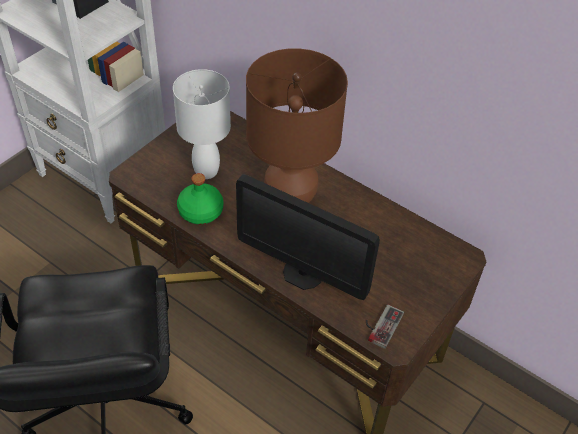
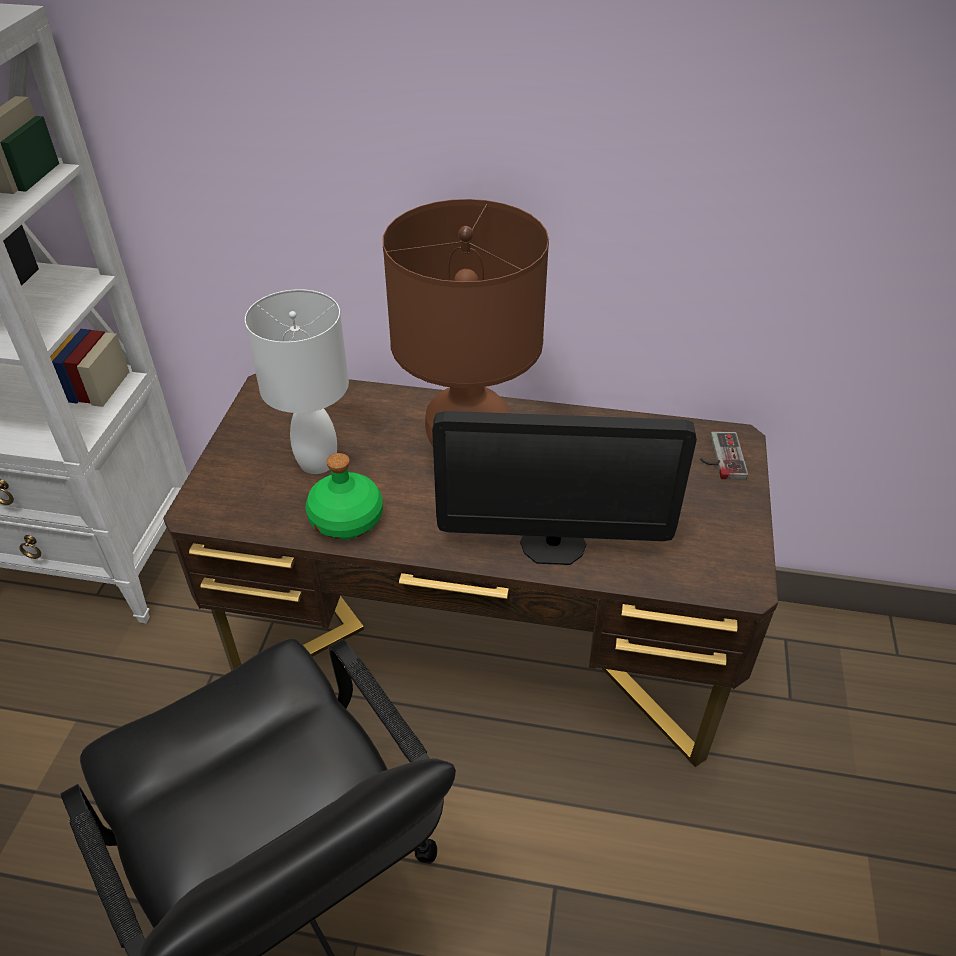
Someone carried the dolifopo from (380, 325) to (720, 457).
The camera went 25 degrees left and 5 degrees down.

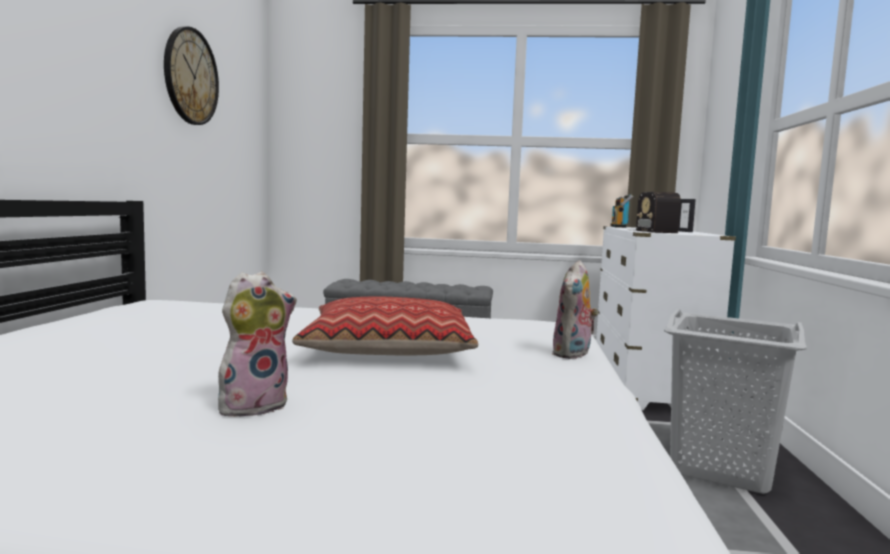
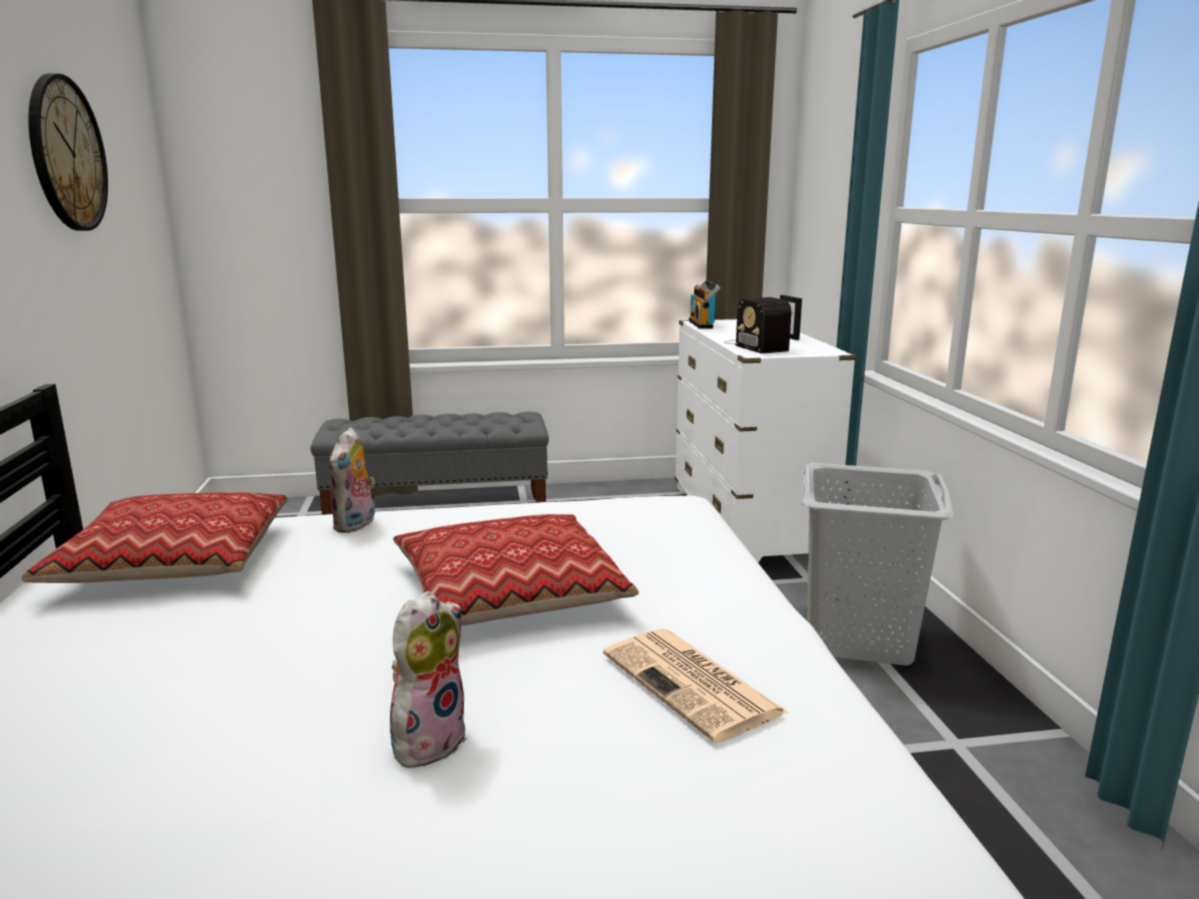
Someone carried the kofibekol from (573, 354) to (356, 525).
Someone put down the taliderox at (174, 560).
Someone put down the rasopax at (693, 684).
The camera went 15 degrees left and 10 degrees up.

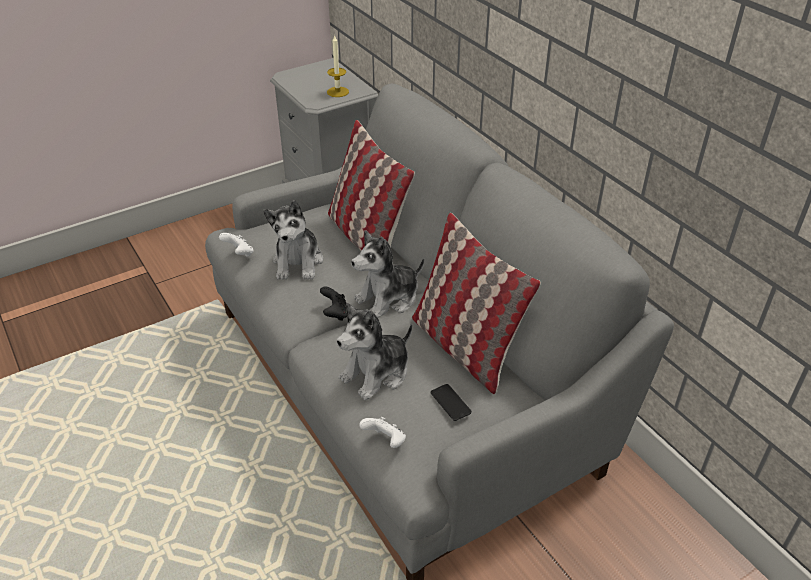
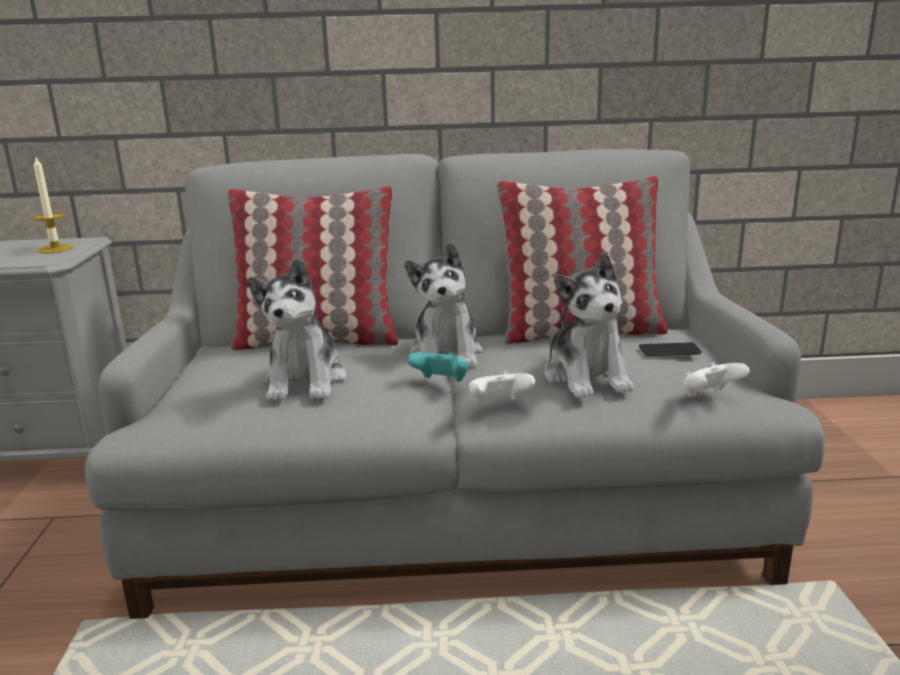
Someone rotated the kofibekol at (298, 262) by 60 degrees clockwise.
Someone carried the dolifopo (white) from (239, 253) to (499, 406).
Someone repainted the dolifopo (black) at (335, 313), which became the dolifopo (turquoise) at (441, 383).
The camera went 60 degrees left and 20 degrees down.

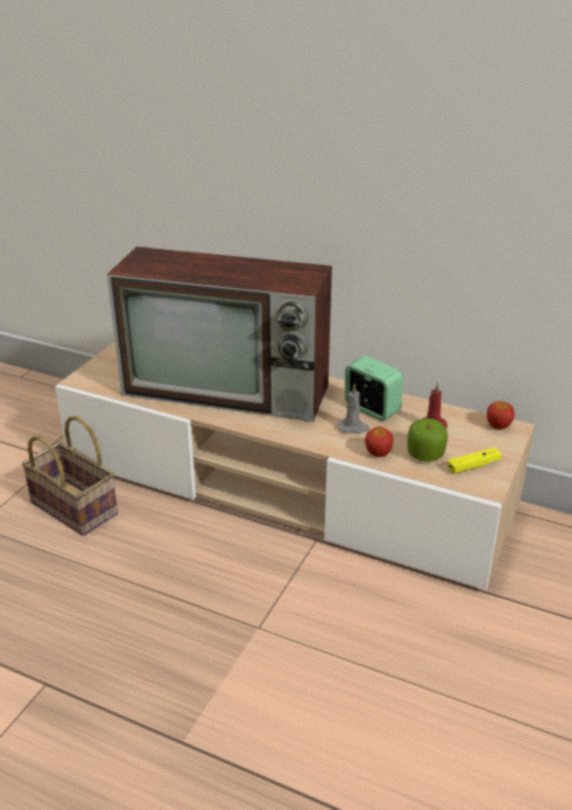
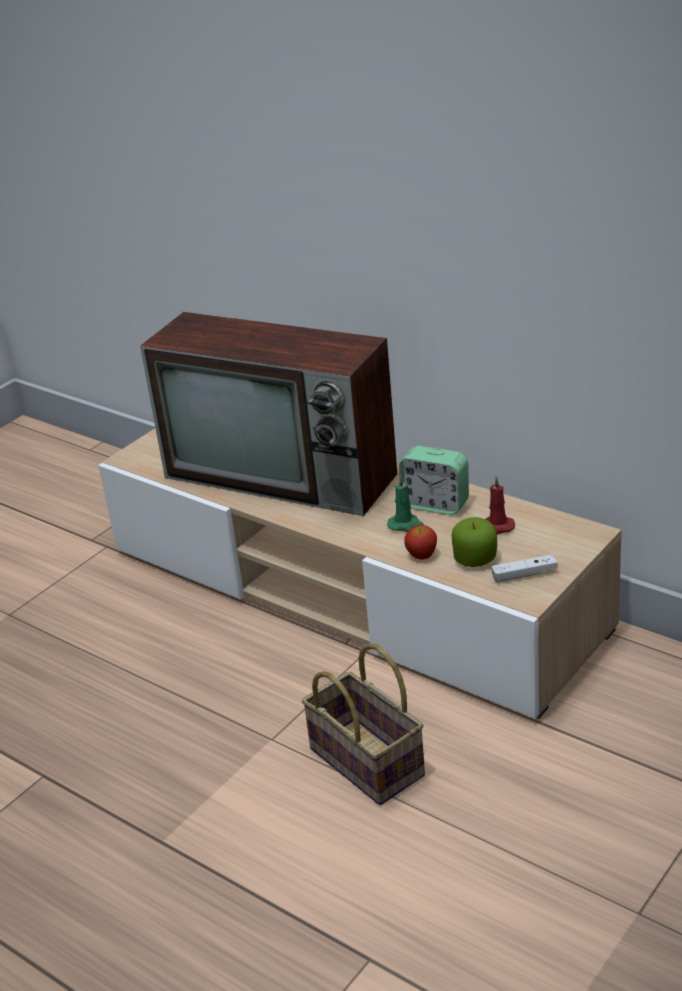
Someone rotated the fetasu at (371, 409) by 150 degrees clockwise.
Someone repainted the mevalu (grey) at (353, 428), which became the mevalu (green) at (406, 525).
Someone took away the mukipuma at (498, 426).
Someone carried the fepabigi from (77, 508) to (370, 762).
Someone repainted the dolifopo (yellow) at (473, 466), which became the dolifopo (white) at (524, 574).
The camera went 15 degrees right and 0 degrees up.

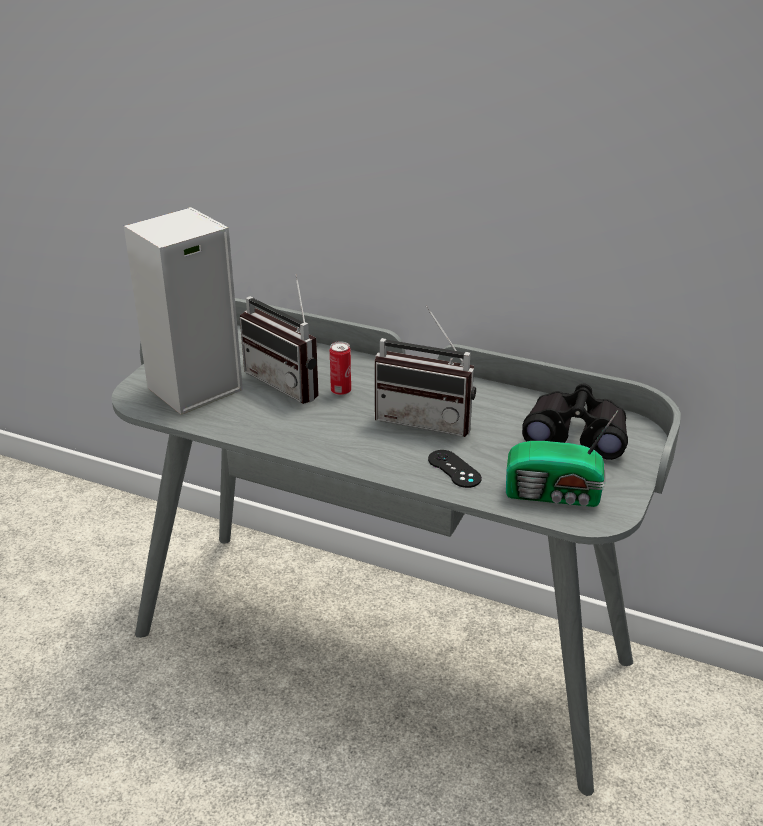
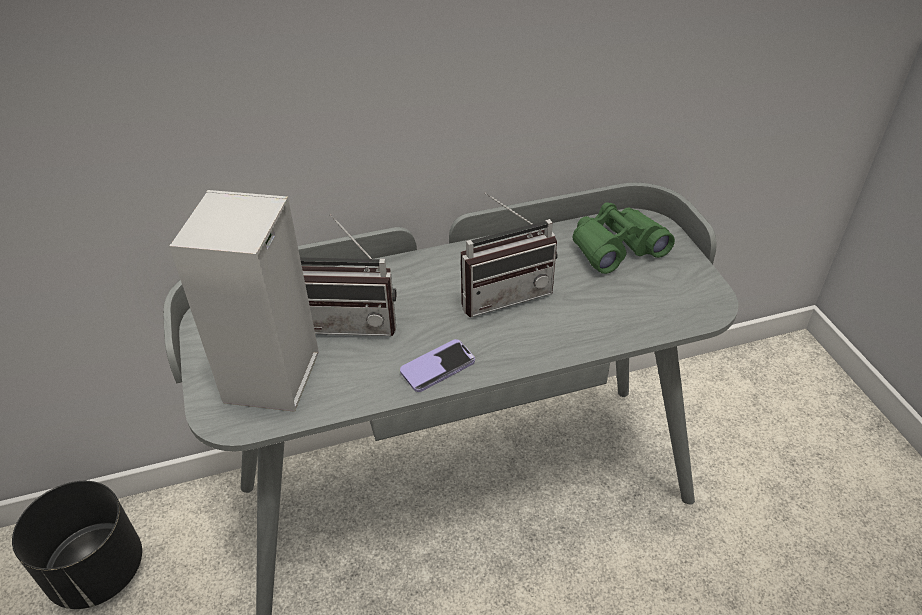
Someone took away the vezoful at (341, 391).
Someone repainted the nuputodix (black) at (576, 434), which became the nuputodix (green) at (616, 247).
Someone took away the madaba at (555, 495).
Someone took away the dolifopo (black) at (454, 469).
Someone put down the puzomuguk at (438, 367).
Someone put down the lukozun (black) at (97, 571).
The camera went 40 degrees left and 10 degrees up.

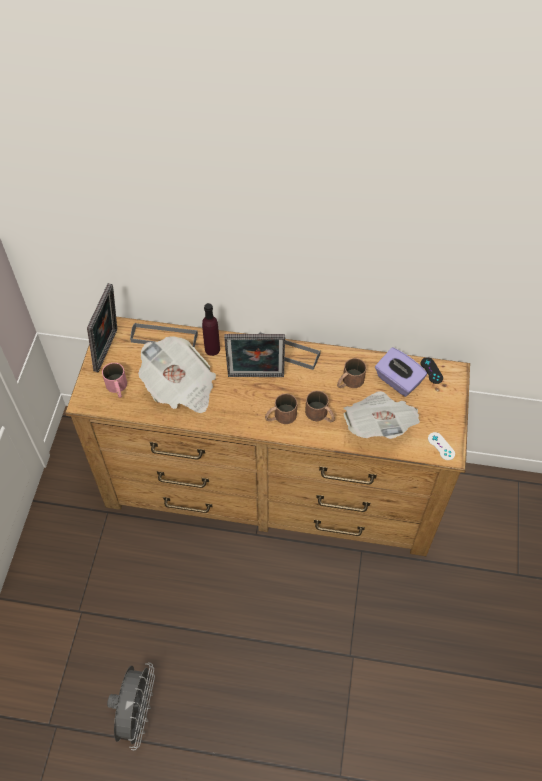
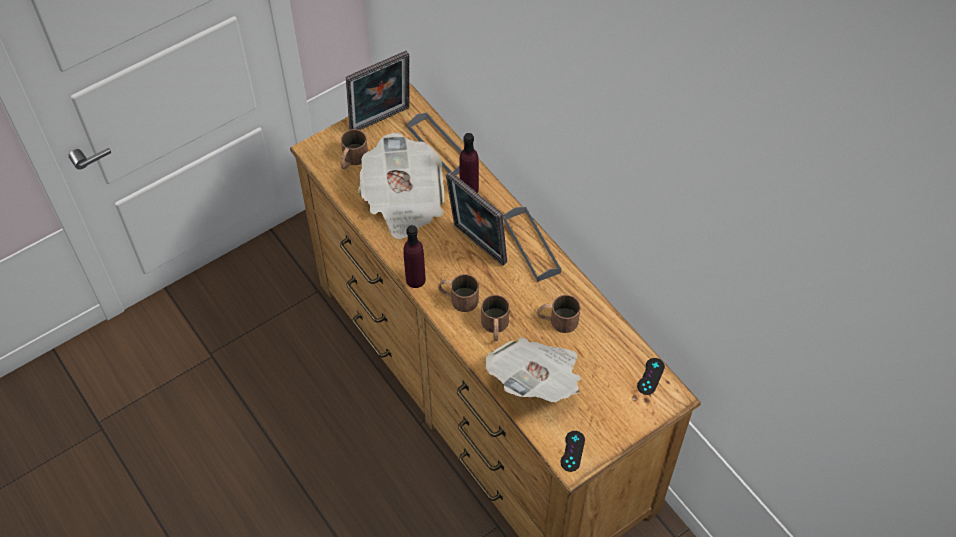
Someone took away the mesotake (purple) at (398, 381).
Someone repainted the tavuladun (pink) at (117, 388), which became the tavuladun (brown) at (352, 160).
Someone repainted the dolifopo (white) at (441, 446), which became the dolifopo (black) at (572, 451).
Someone took away the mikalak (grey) at (137, 712).
Someone put down the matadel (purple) at (415, 279).
The camera went 45 degrees right and 0 degrees up.

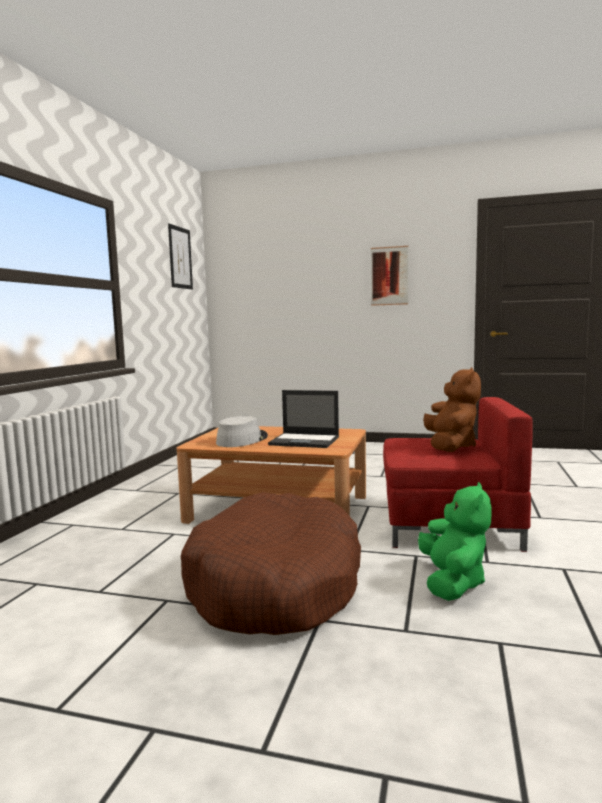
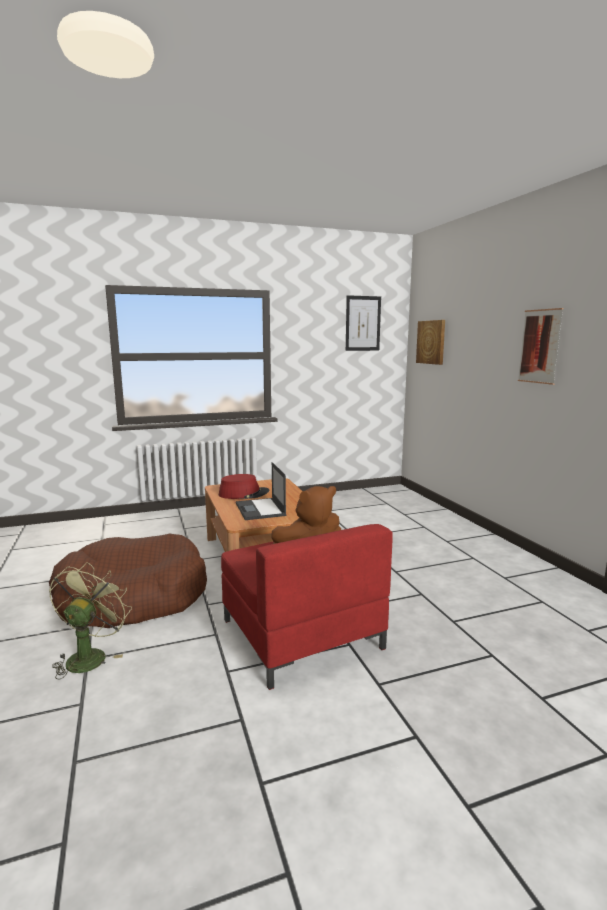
Someone repainted the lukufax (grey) at (242, 440), which became the lukufax (red) at (244, 493).
Someone took away the kofibekol (green) at (452, 582).
Someone put up the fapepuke at (431, 342).
Someone put down the mikalak (green) at (89, 656).
The camera went 55 degrees right and 5 degrees up.

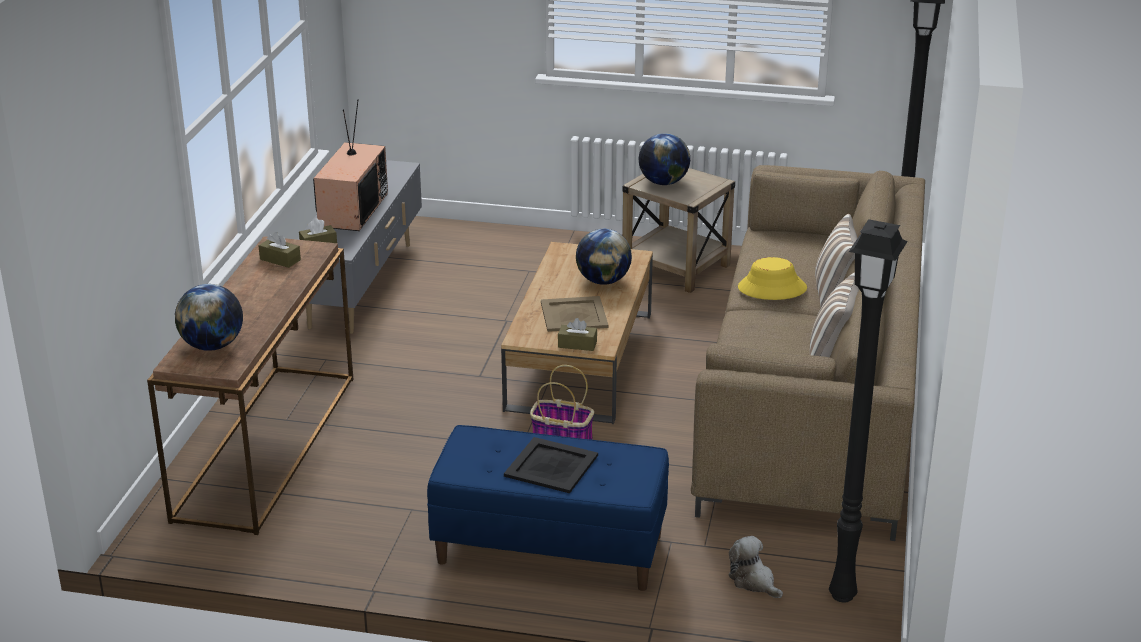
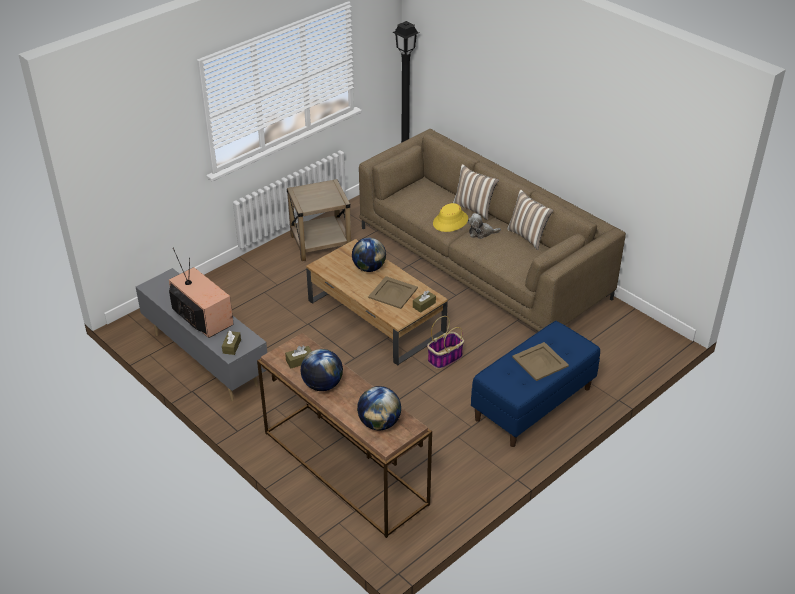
Someone carried the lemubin from (663, 182) to (322, 385).
Someone took away the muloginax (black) at (840, 596).
Someone repainted the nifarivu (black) at (550, 466), which became the nifarivu (beige) at (540, 362).
Someone carried the kofibekol from (753, 581) to (481, 233).
The camera went 55 degrees left and 10 degrees up.

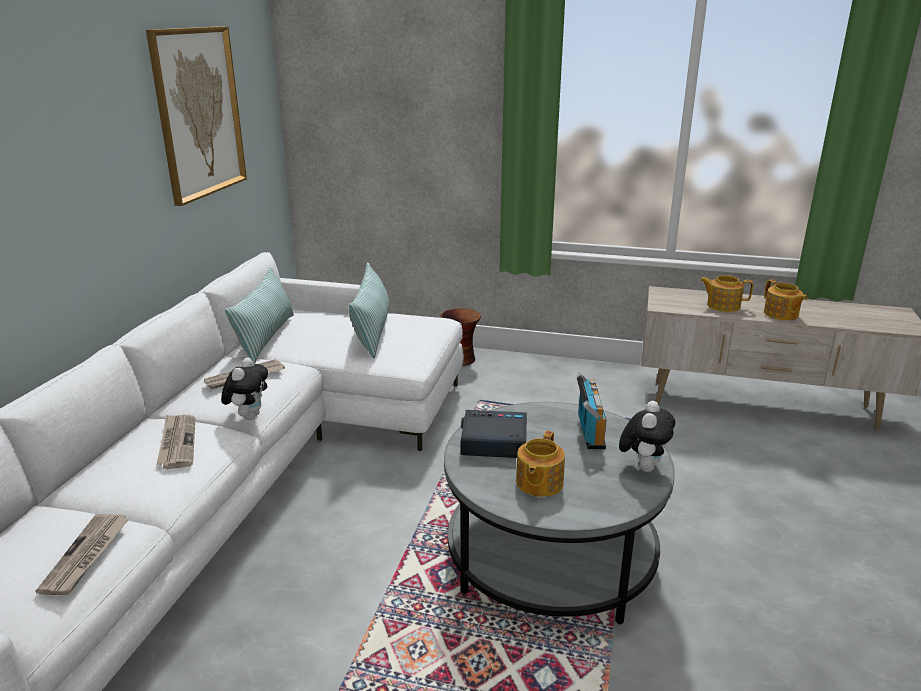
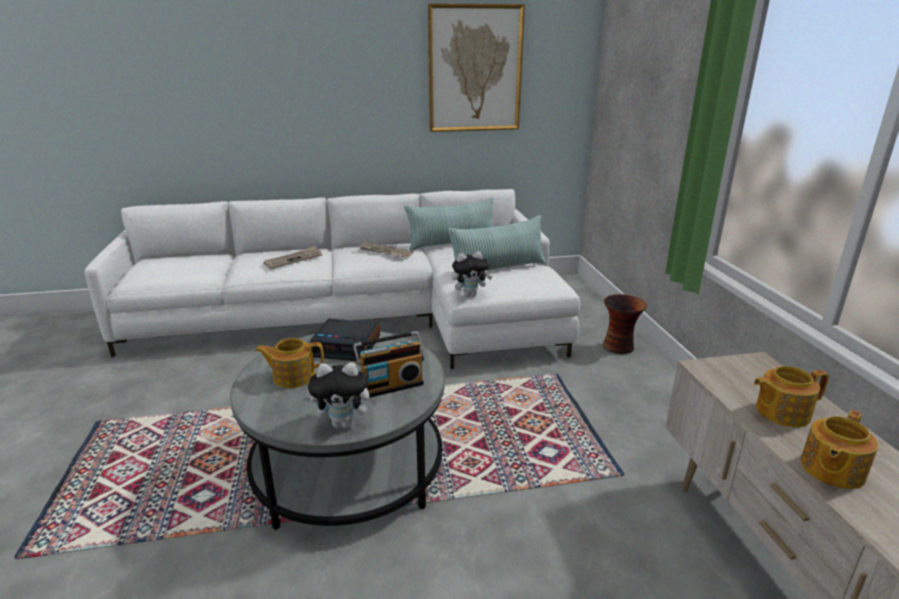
Someone rotated the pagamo at (722, 305) by 90 degrees counterclockwise.
Someone carried the kofibekol from (249, 416) to (470, 295).
Someone rotated the fetasu at (493, 442) by 120 degrees clockwise.
Someone took away the rasopax at (86, 556).
The camera went 65 degrees right and 0 degrees up.

